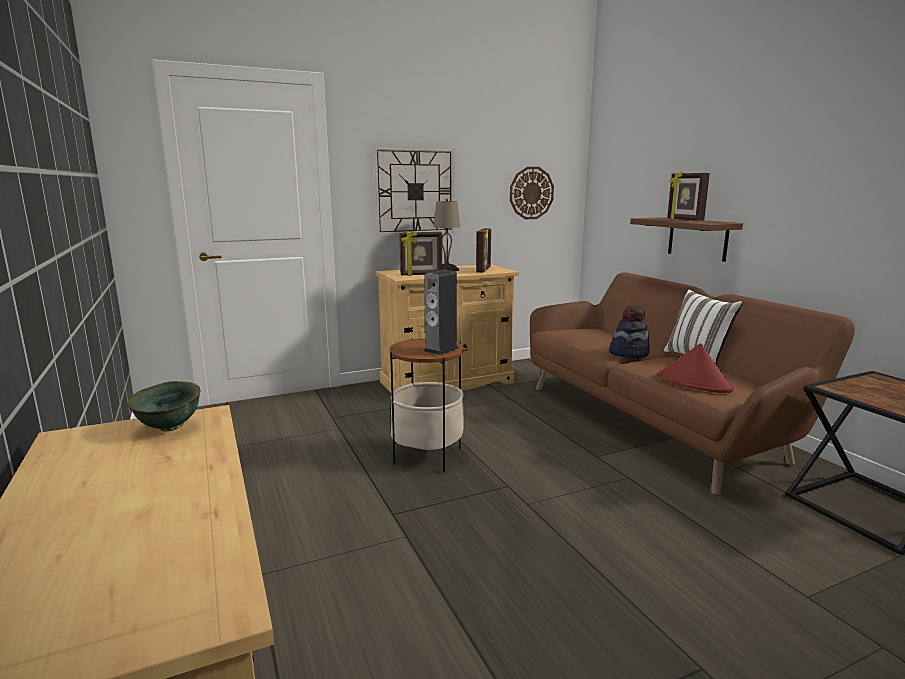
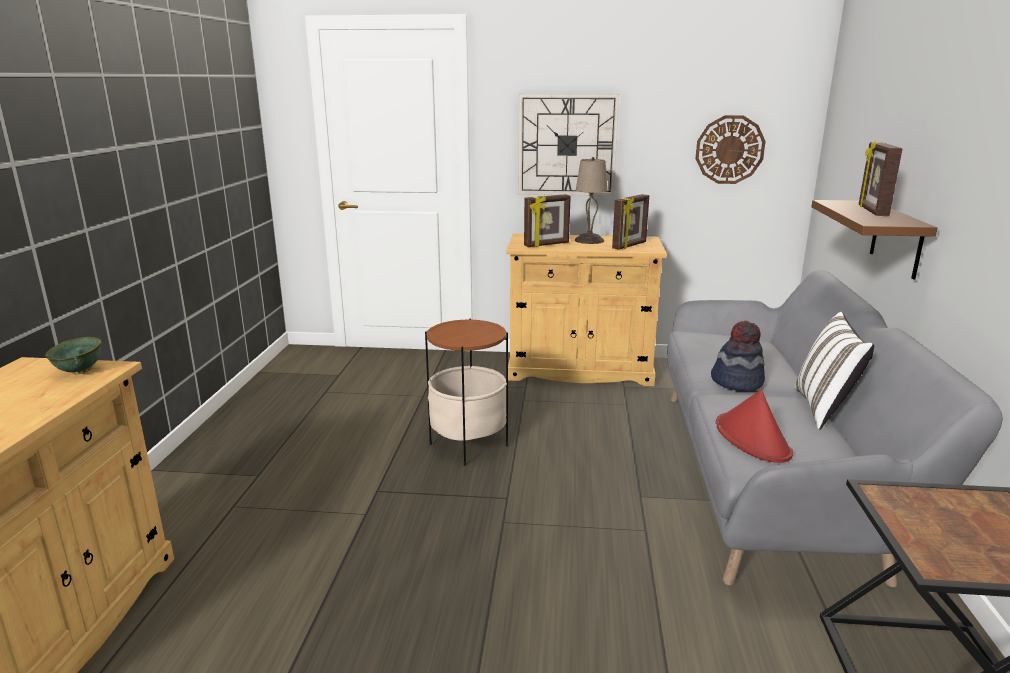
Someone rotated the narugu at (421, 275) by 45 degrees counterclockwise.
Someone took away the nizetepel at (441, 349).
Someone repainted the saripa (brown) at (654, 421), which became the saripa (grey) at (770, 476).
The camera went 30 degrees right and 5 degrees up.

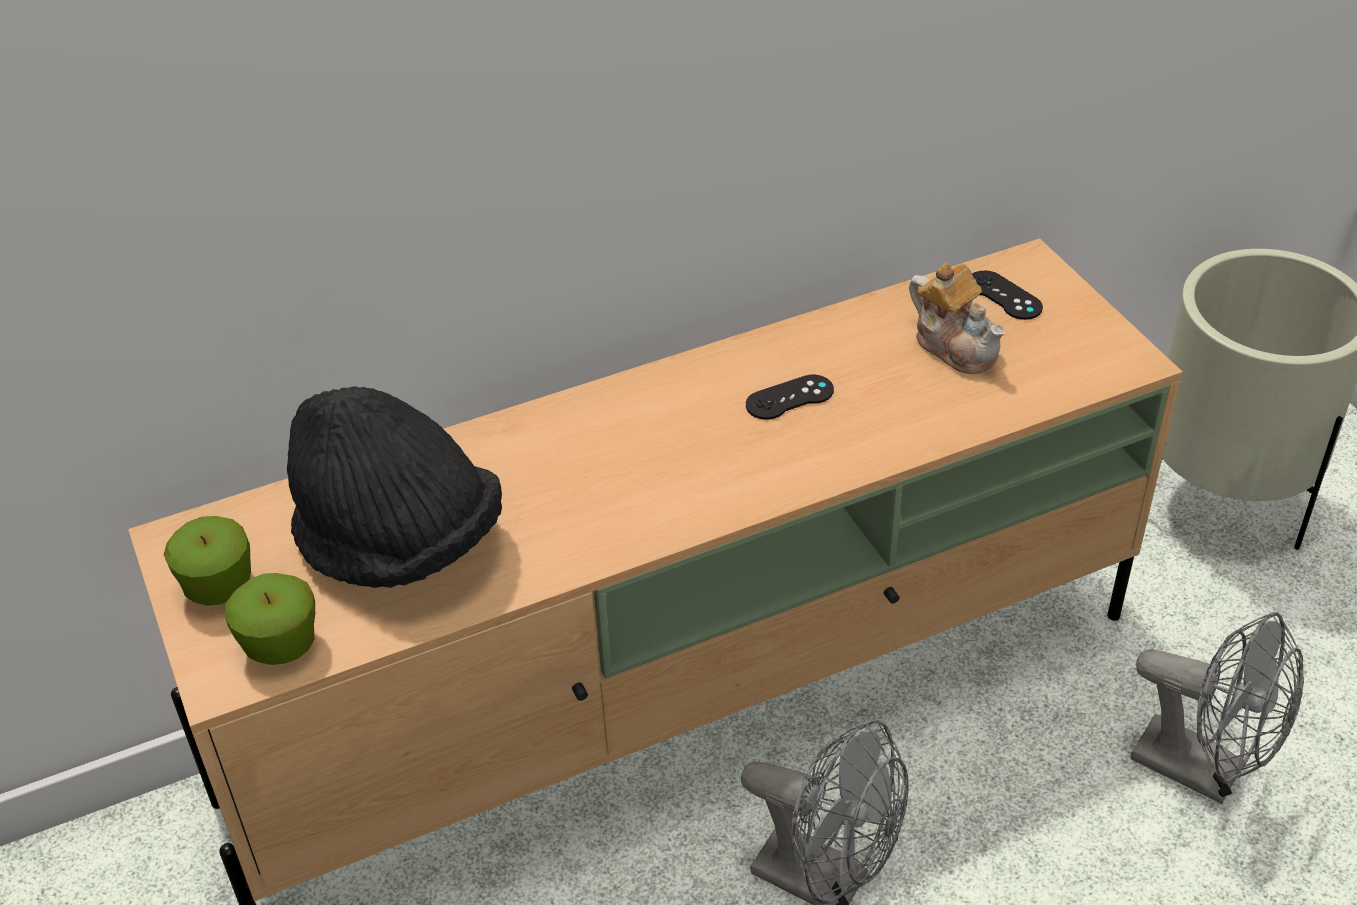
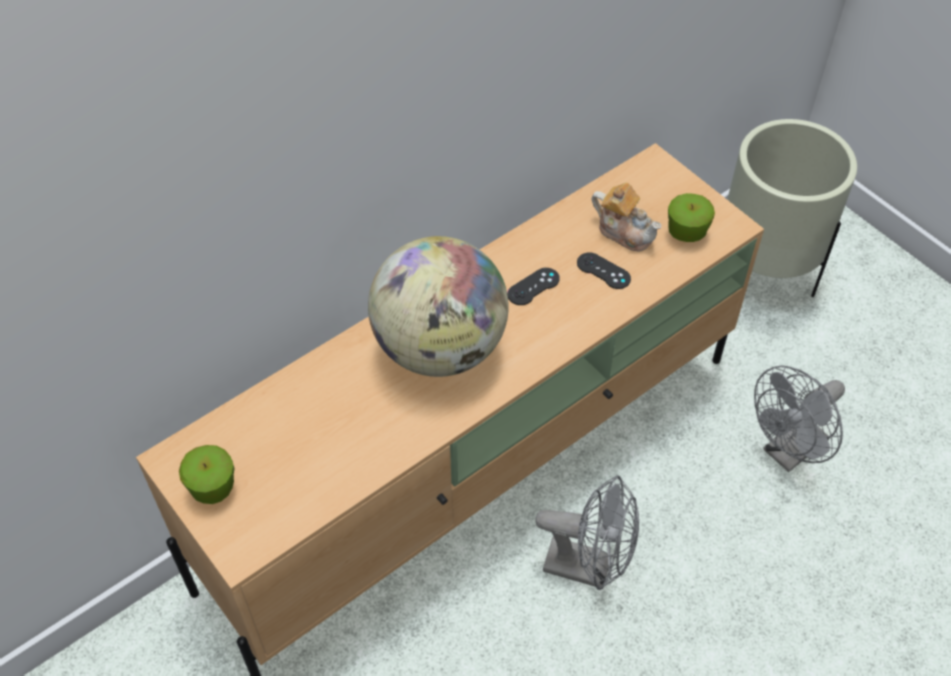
Someone carried the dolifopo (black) from (1004, 296) to (603, 271).
Someone took away the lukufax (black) at (399, 543).
Someone carried the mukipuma from (280, 644) to (686, 232).
Someone rotated the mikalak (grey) at (1203, 770) by 120 degrees clockwise.
Someone put down the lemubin at (440, 348).
The camera went 15 degrees left and 10 degrees up.

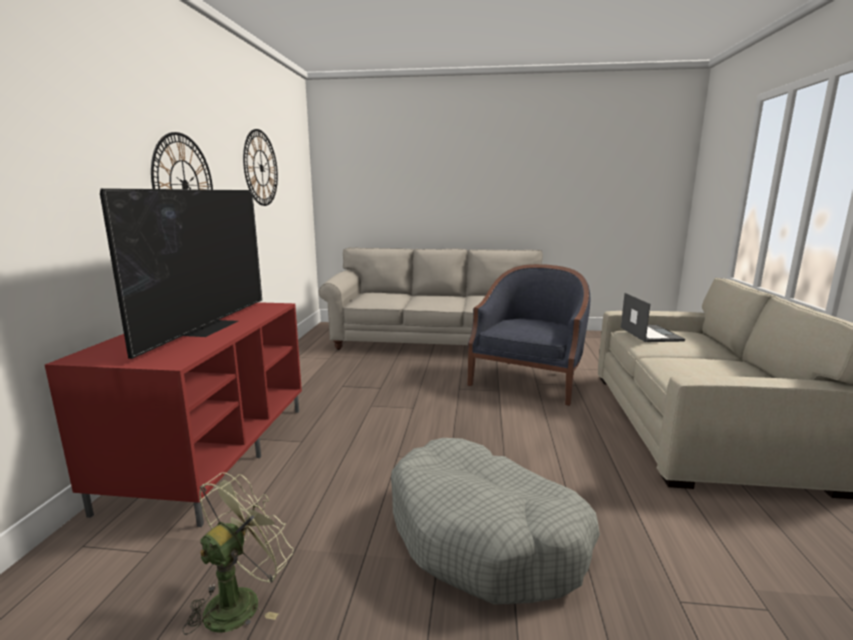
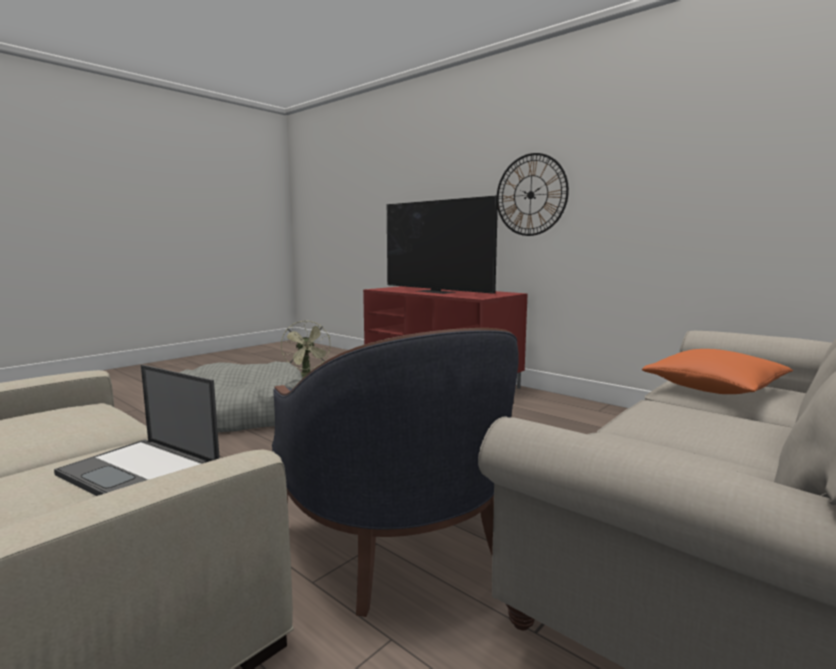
Someone took away the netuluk at (261, 168).
Someone put down the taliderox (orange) at (714, 389).
The camera went 125 degrees right and 5 degrees down.

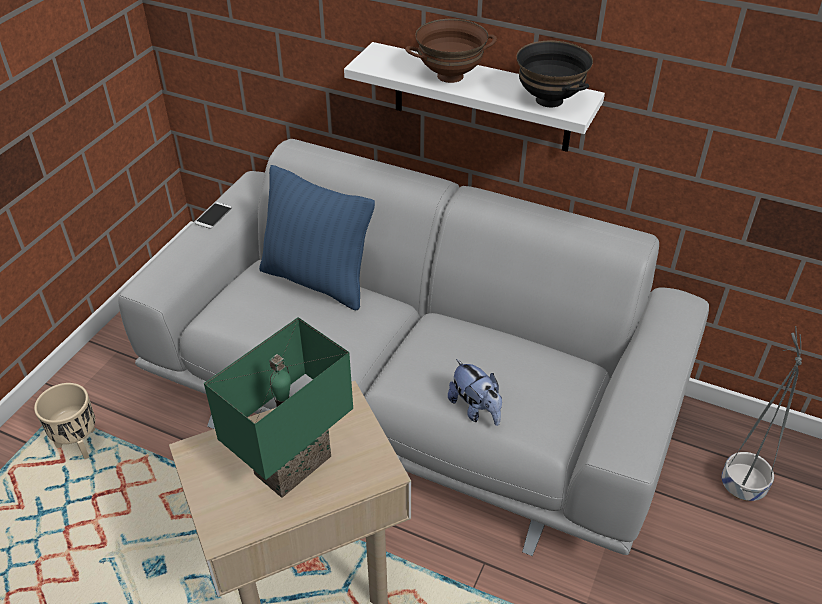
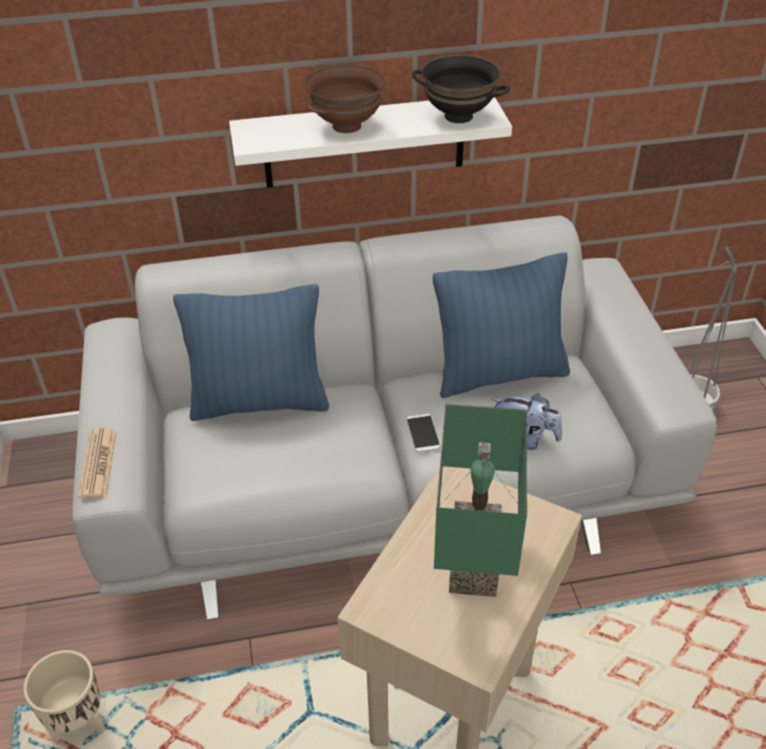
Someone carried the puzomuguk from (214, 216) to (423, 433).
Someone put down the taliderox (blue) at (499, 374).
Someone put down the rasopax at (98, 464).
The camera went 35 degrees left and 0 degrees up.

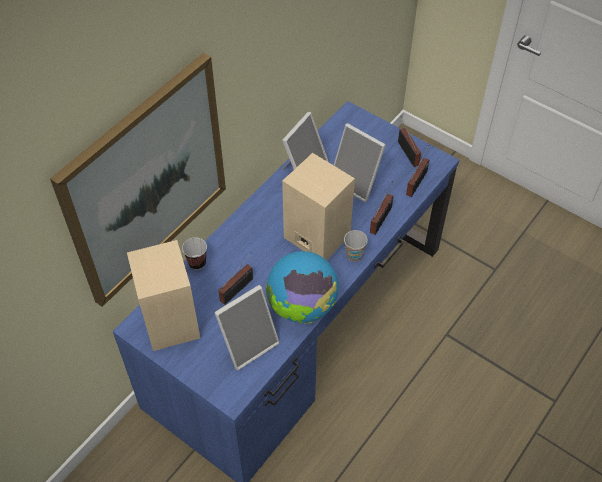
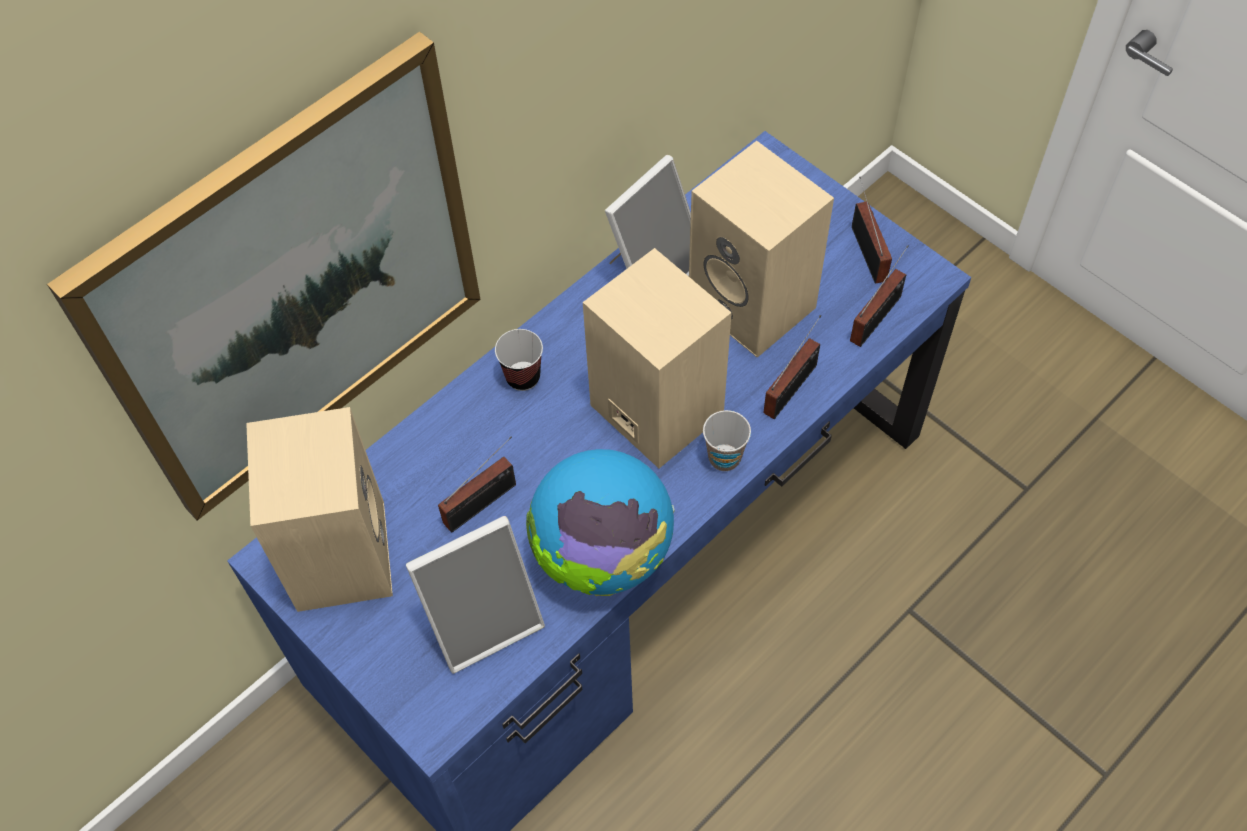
Someone swapped the narugu at (357, 182) for the nizetepel (beige) at (755, 304).
Someone carried the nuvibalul from (197, 263) to (523, 377).
The camera went 10 degrees right and 5 degrees up.

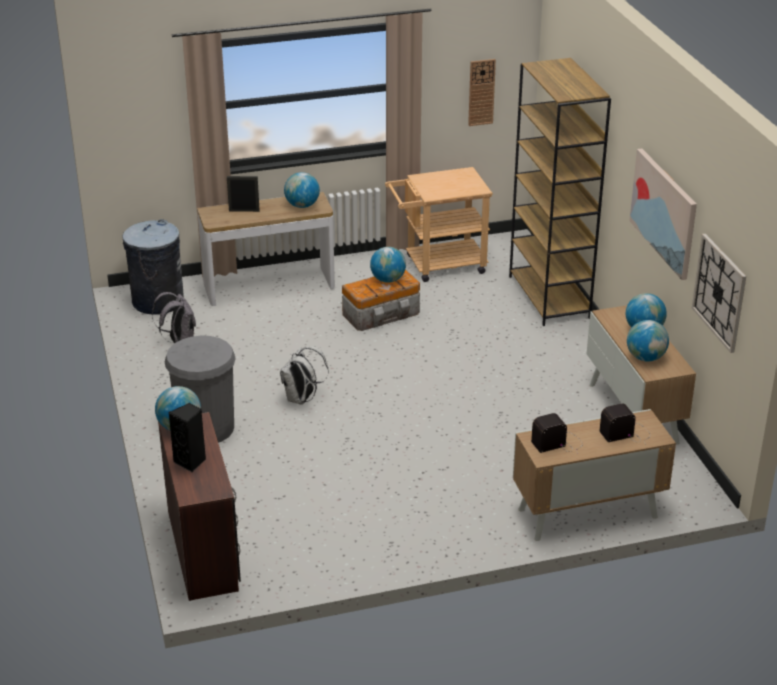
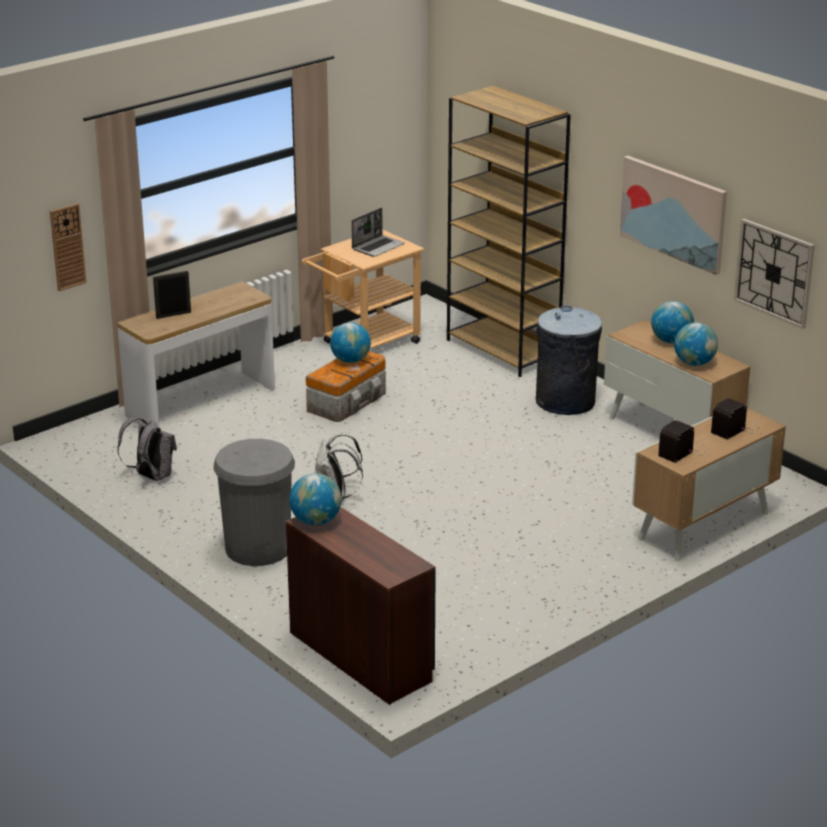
Someone carried the netuluk from (481, 92) to (67, 247).
Someone took away the lemubin at (302, 205).
Someone carried the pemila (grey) from (157, 301) to (565, 402).
Someone took away the nizetepel (black) at (191, 462).
Someone put down the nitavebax at (378, 247).
The camera went 25 degrees left and 5 degrees down.

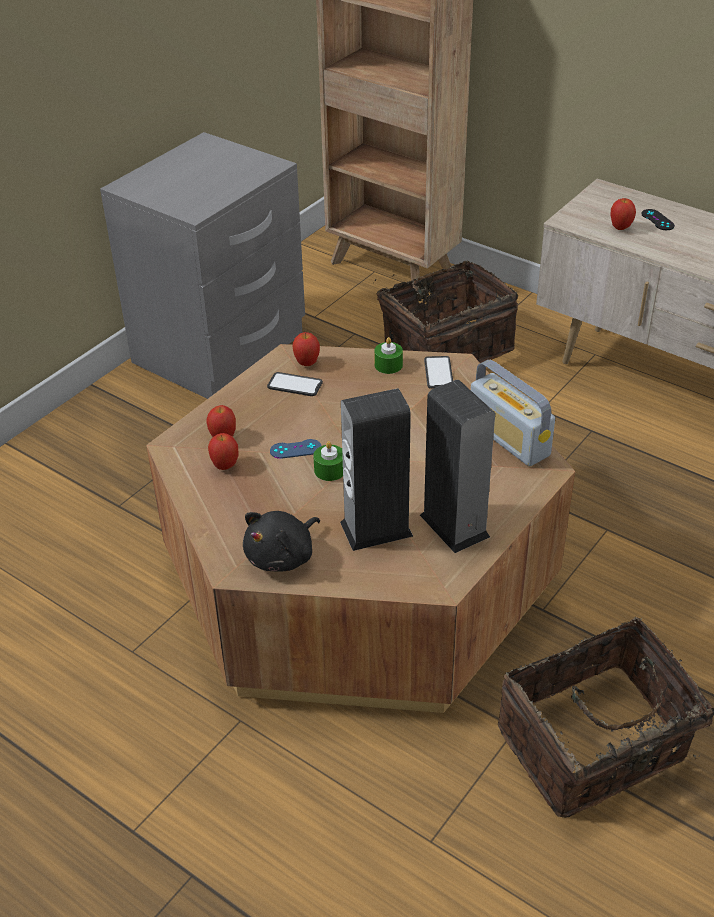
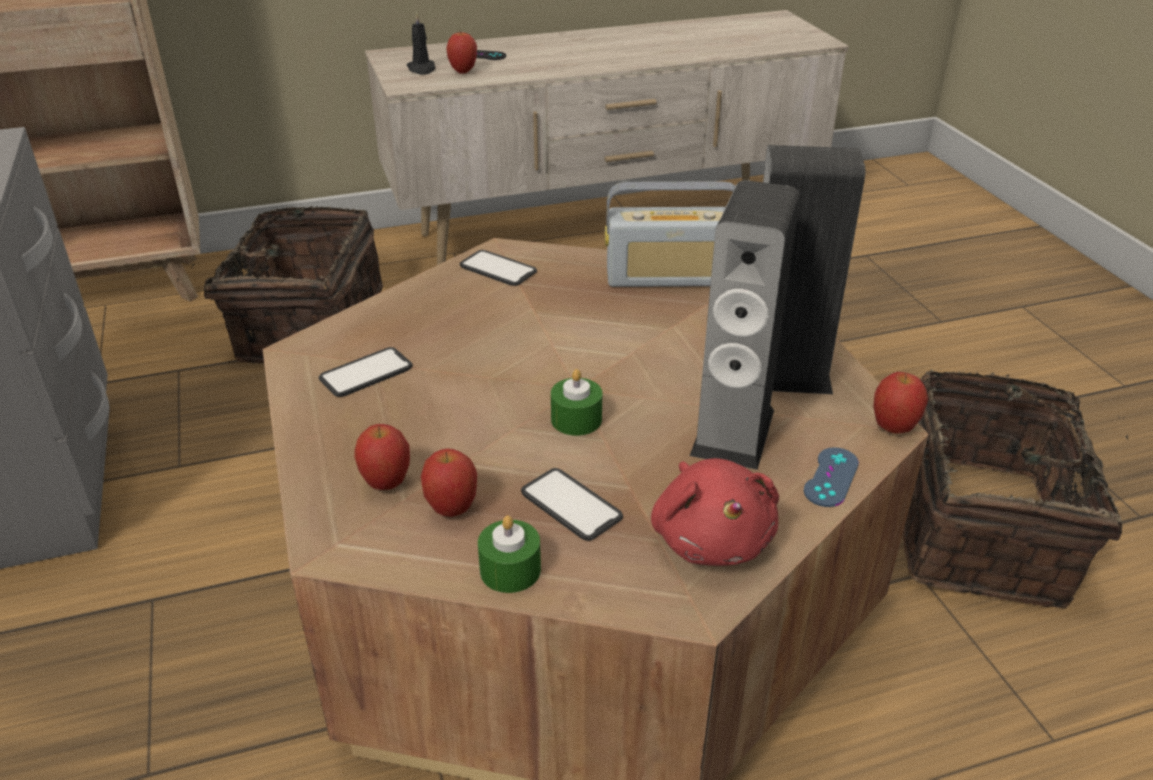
Someone carried the mukipuma from (307, 363) to (893, 428).
Someone carried the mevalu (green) from (388, 365) to (510, 570).
Someone carried the dolifopo (blue) from (295, 449) to (831, 477).
Someone repainted the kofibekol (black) at (283, 556), which became the kofibekol (red) at (711, 537).
Someone put down the mevalu (black) at (422, 69).
Someone put down the puzomuguk at (571, 505).
The camera went 55 degrees left and 5 degrees down.

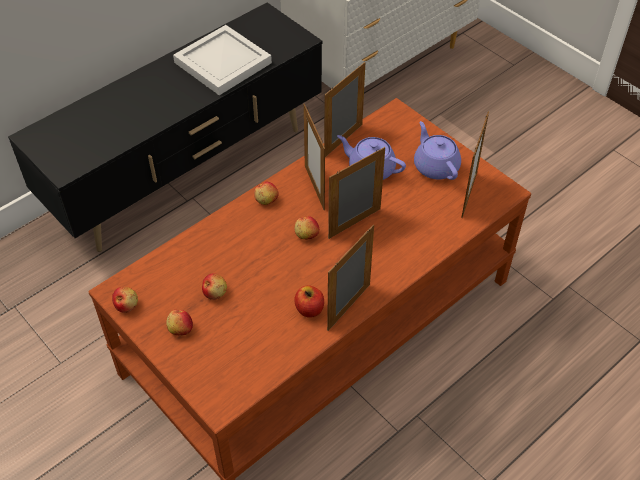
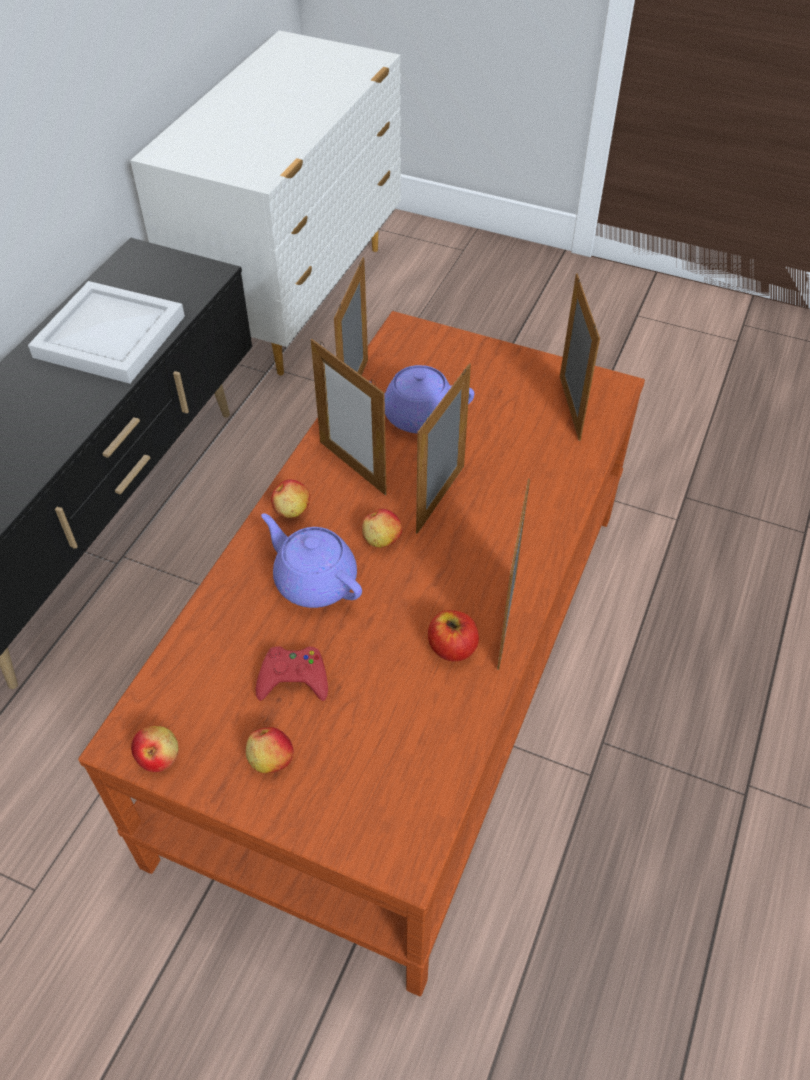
Someone carried the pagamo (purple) from (435, 166) to (314, 580).
Someone swapped the mukipuma at (215, 292) for the dolifopo (red) at (293, 678).
The camera went 25 degrees left and 0 degrees up.

